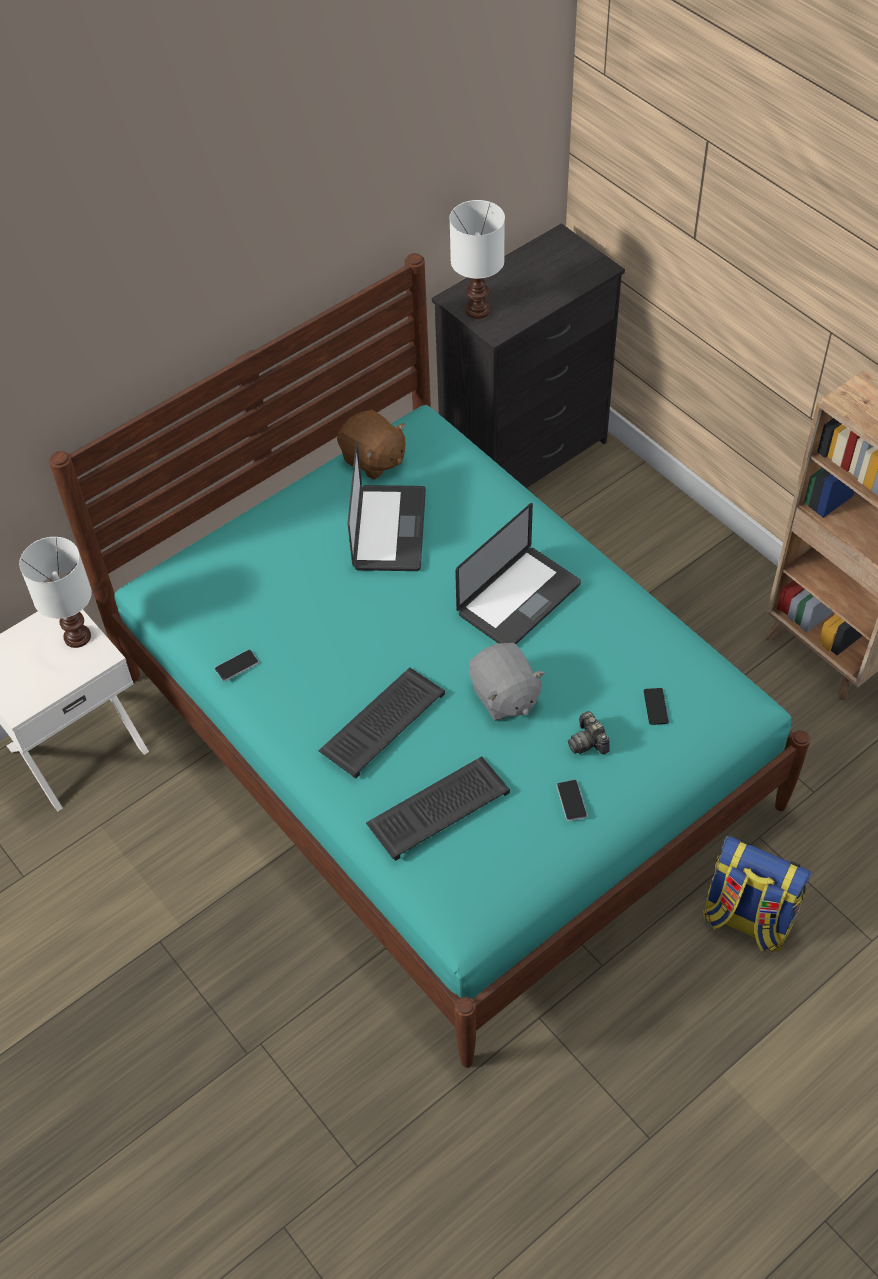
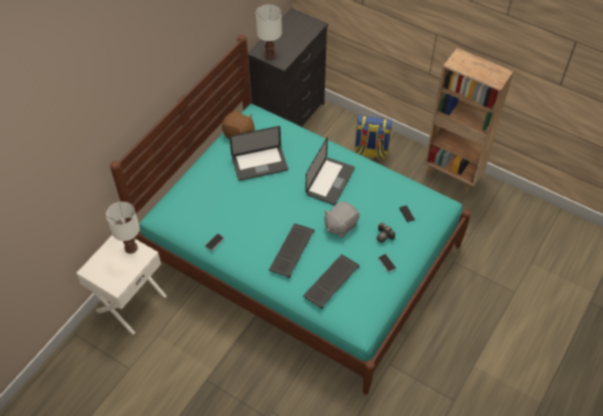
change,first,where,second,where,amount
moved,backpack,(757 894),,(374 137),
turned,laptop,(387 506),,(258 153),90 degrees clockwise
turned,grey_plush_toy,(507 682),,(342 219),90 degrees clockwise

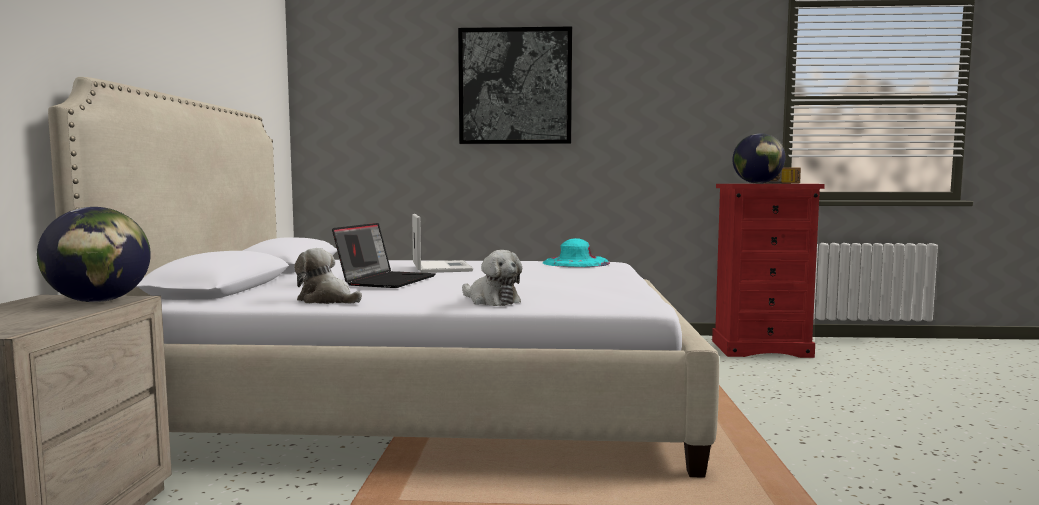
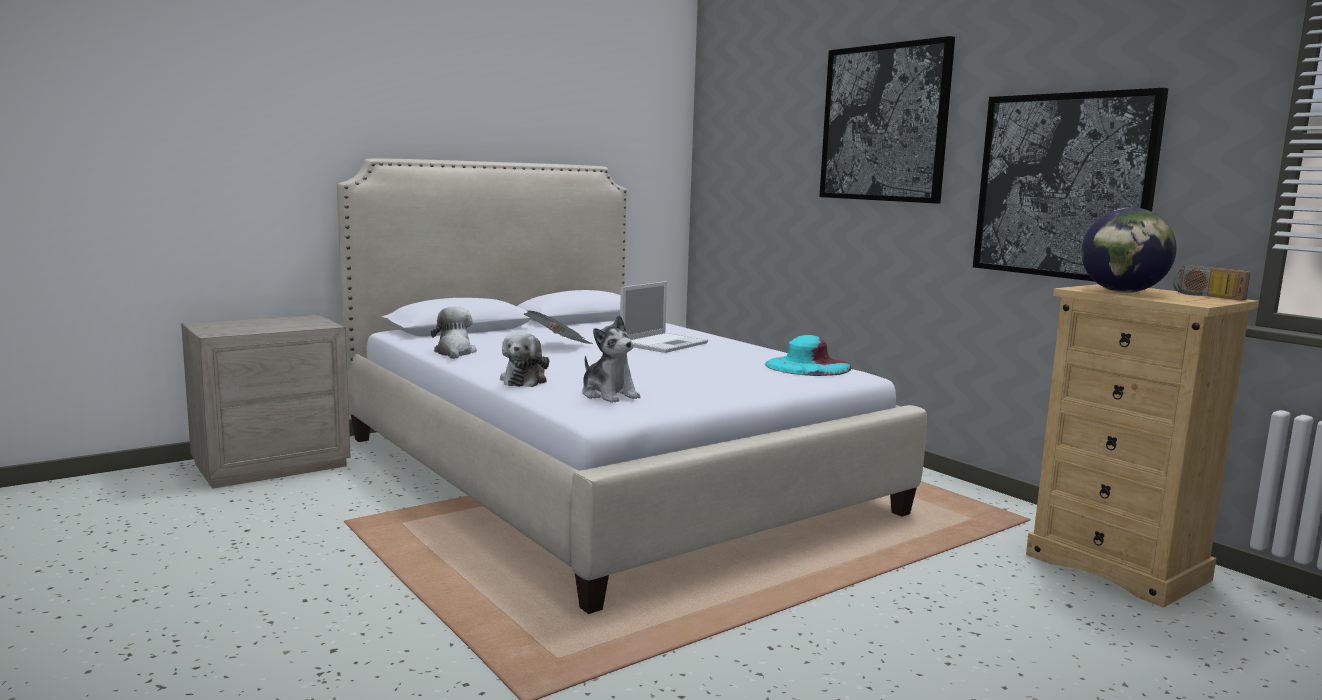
change,first,where,second,where,amount
removed,globe,(94 254),,,
added,,,plush_toy,(611 359),
added,,,picture,(1070 184),
replaced,laptop,(383 255),newspaper,(558 327),
recoloured,red_dresser,(768 271),beige_dresser,(1142 446),

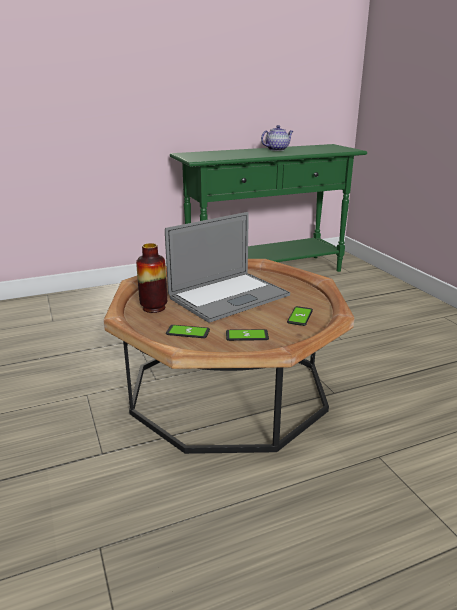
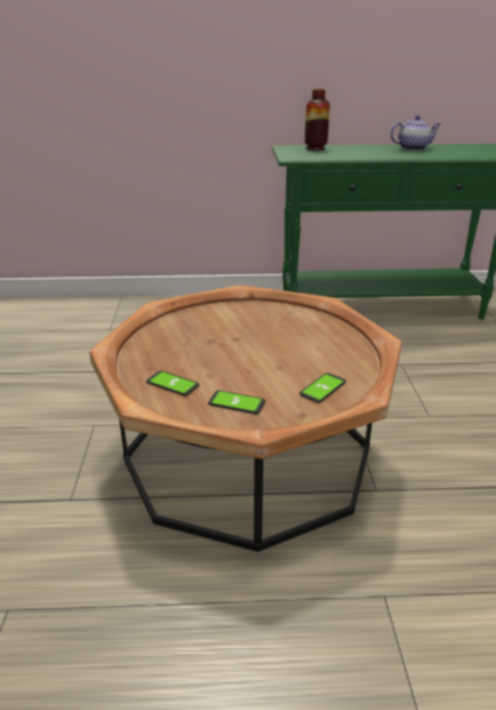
change,first,where,second,where,amount
removed,laptop,(227 267),,,
moved,vase,(151 278),,(317 119),

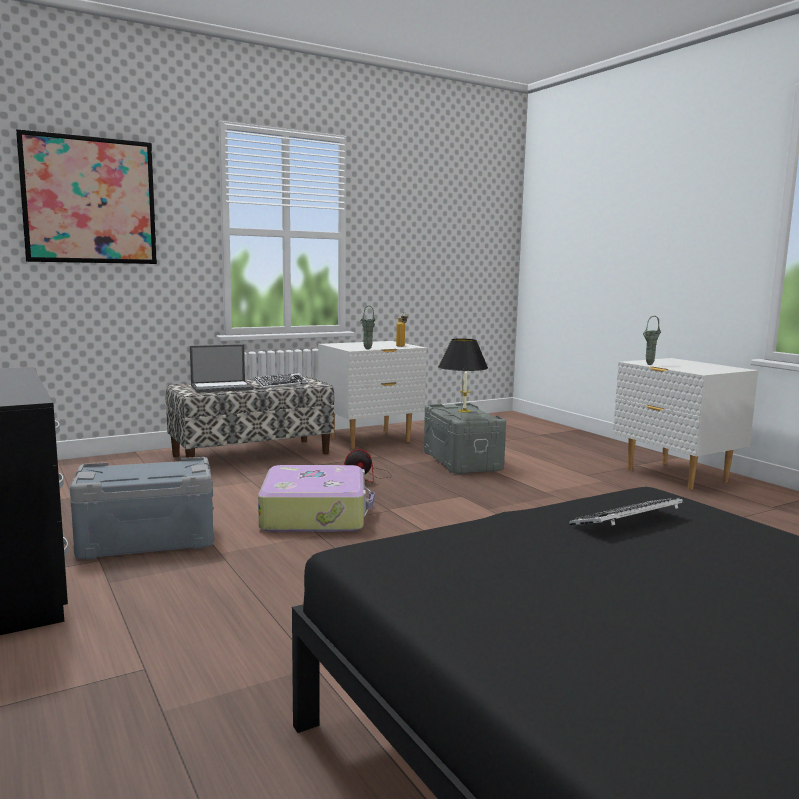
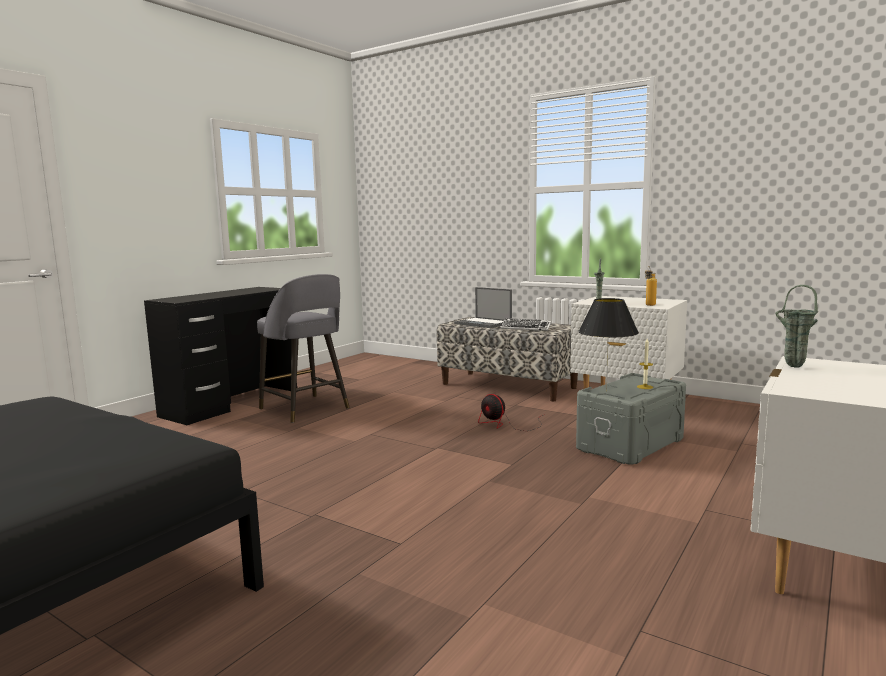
change,first,where,second,where,amount
removed,picture,(86 196),,,
removed,suitcase,(316 498),,,
removed,keyboard,(626 511),,,
replaced,grey_storage_box,(142 508),grey_stool,(303 348),

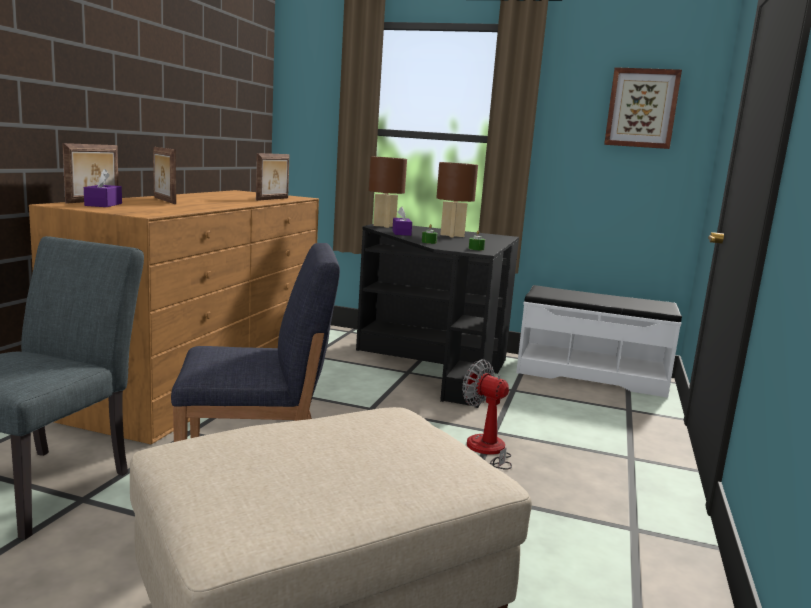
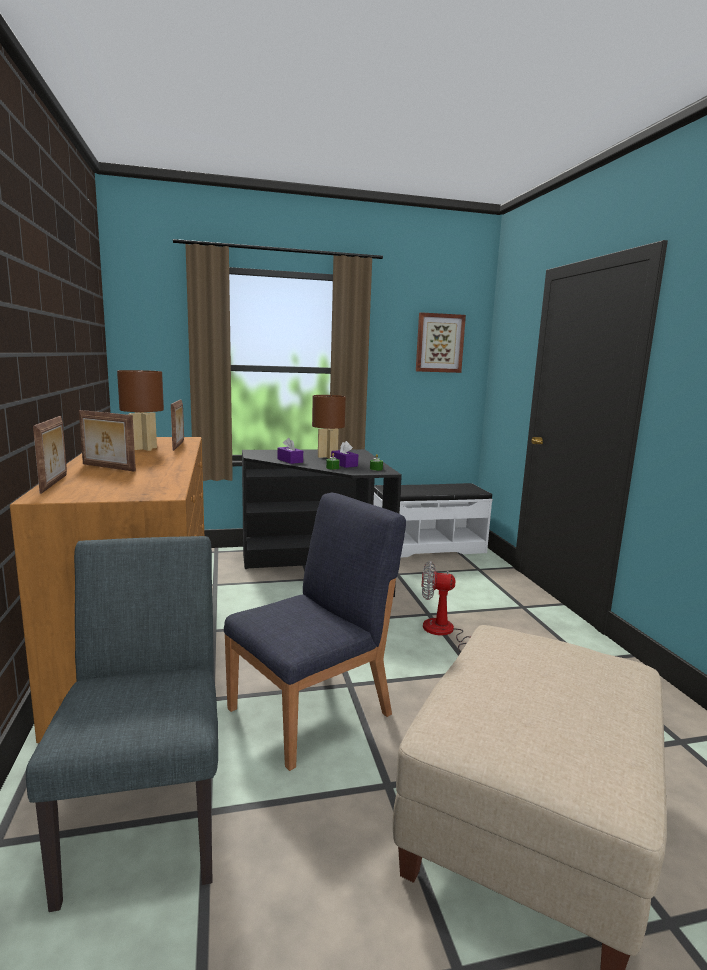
change,first,where,second,where,amount
moved,purple_tissue_box,(103 188),,(344 454),
moved,brown_table_lamp,(388 192),,(140 410),

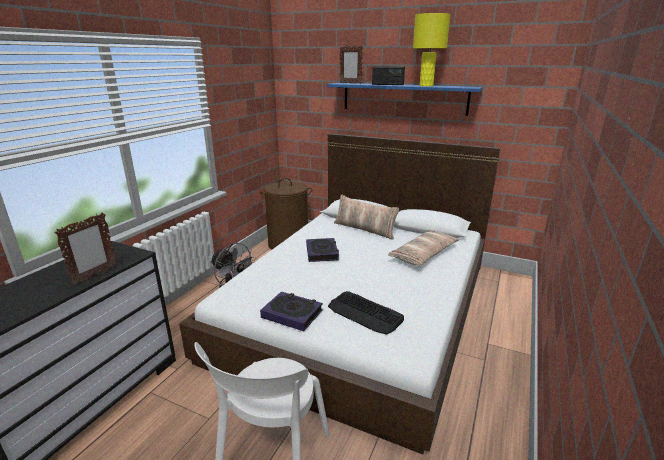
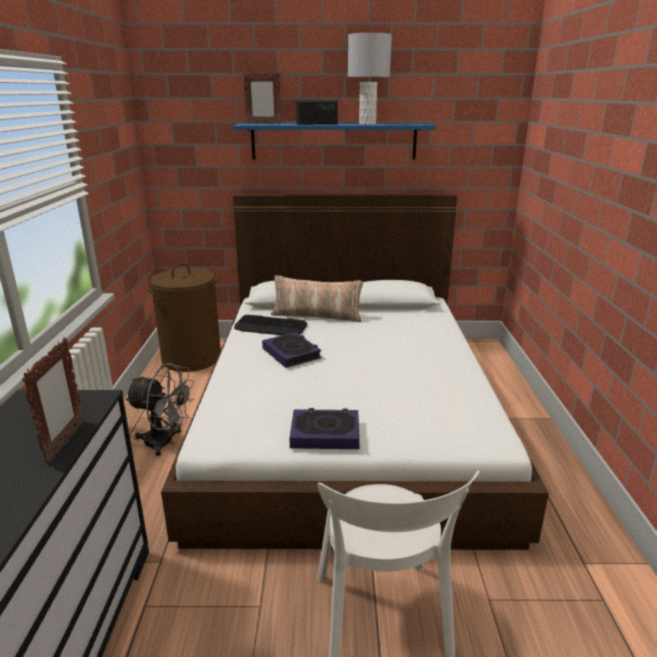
change,first,where,second,where,amount
removed,pillow,(423 248),,,
moved,keyboard,(366 313),,(270 325),
recoloured,yellow_table_lamp,(432 49),grey_table_lamp,(370 79),

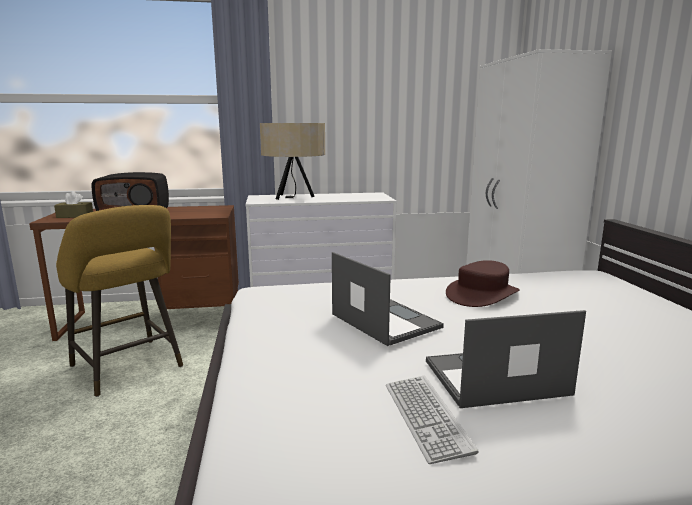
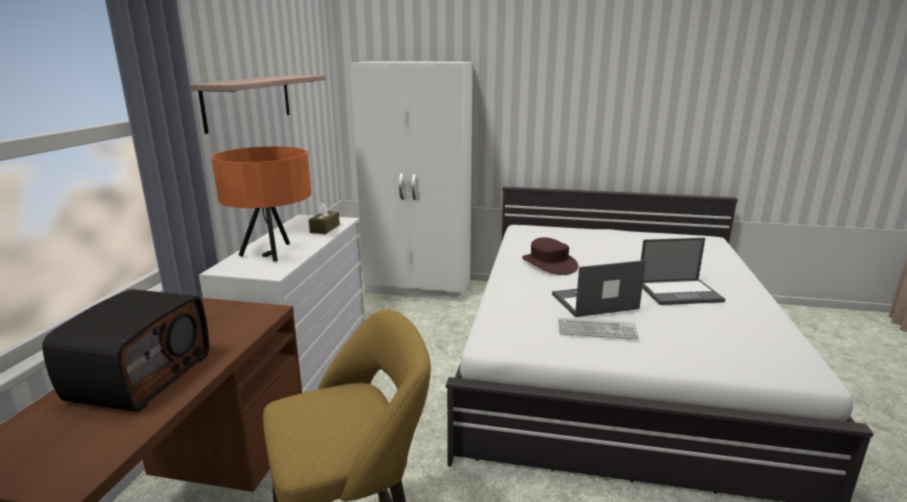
change,first,where,second,where,amount
added,,,shelf,(258 104),
moved,brown_tissue_box,(73 204),,(324 218),
moved,keyboard,(432 420),,(598 328),
recoloured,beige_table_lamp,(292 161),orange_table_lamp,(261 204),
turned,laptop,(506 359),,(683 271),105 degrees counterclockwise

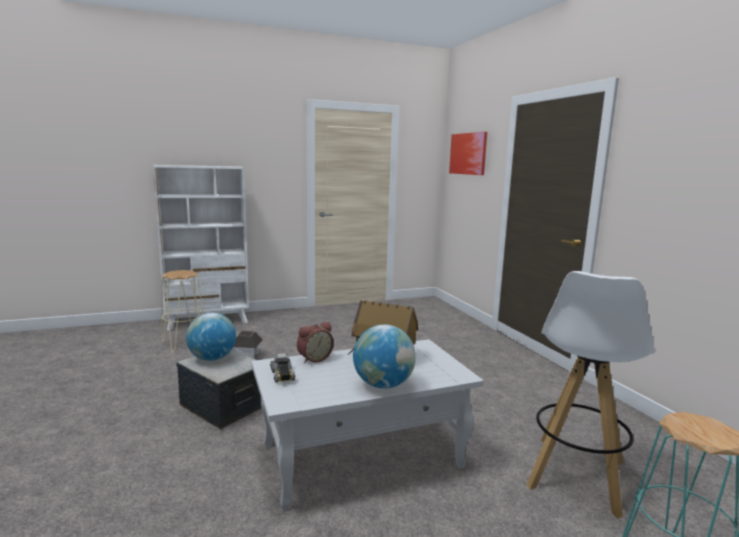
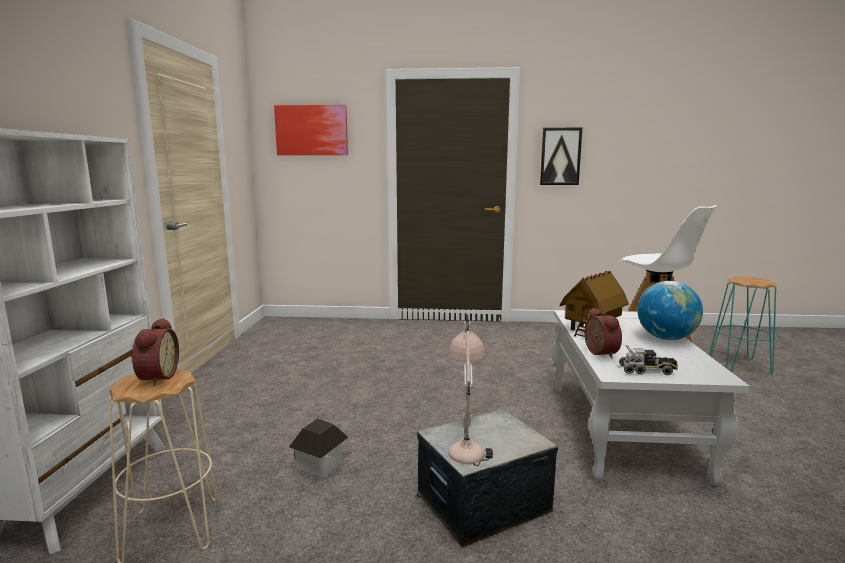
change,first,where,second,where,amount
added,,,alarm_clock,(155 352),
added,,,picture,(561 156),
replaced,globe,(211 337),beige_table_lamp,(470 390),

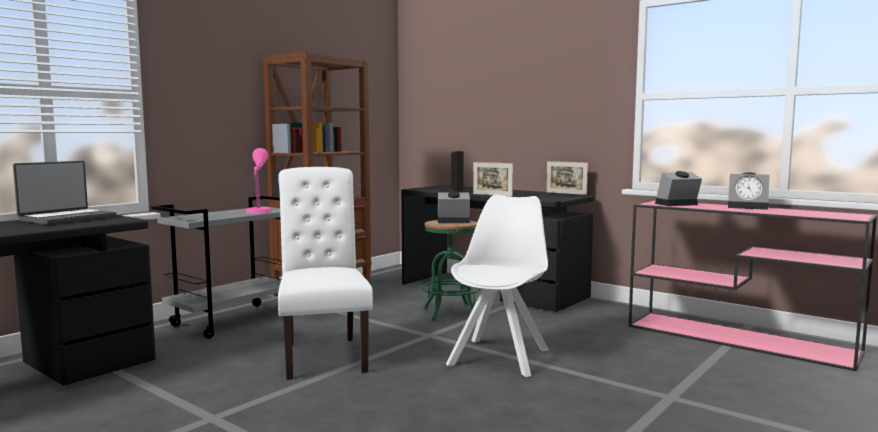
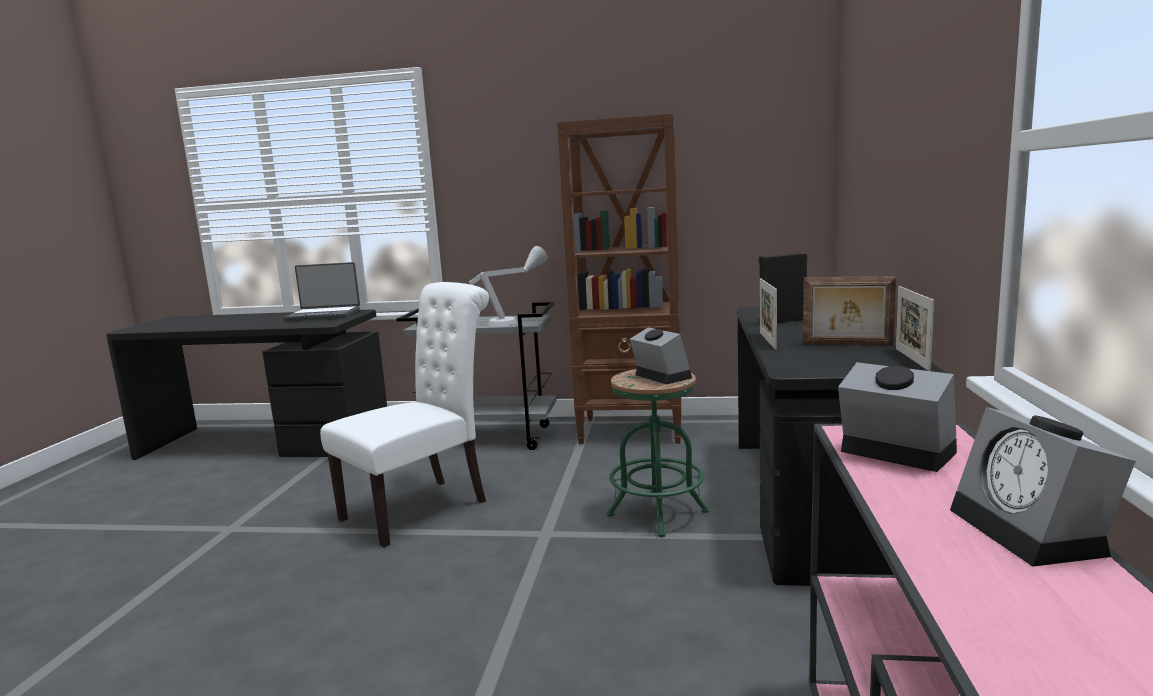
change,first,where,second,where,amount
removed,white_chair,(497 286),,,
added,,,picture_frame,(849 311),
recoloured,pink_table_lamp,(258 181),grey_table_lamp,(508 286),

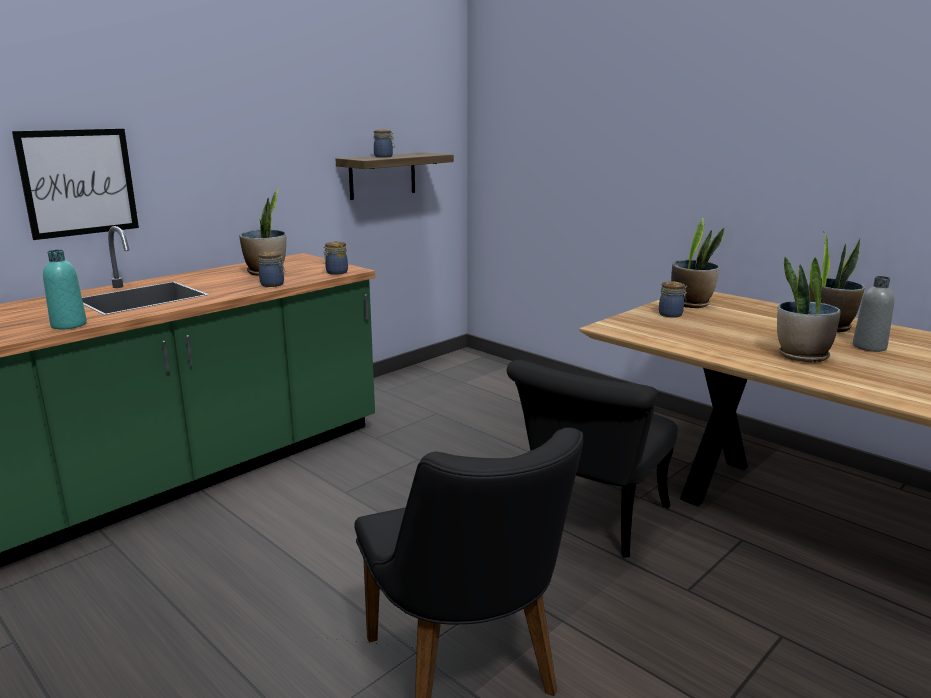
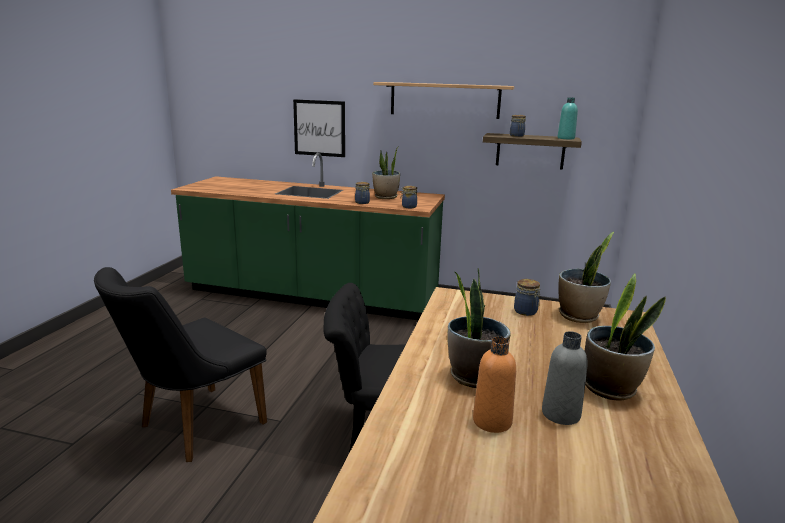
change,first,where,second,where,amount
added,,,shelf,(443 100),
added,,,orange_bottle,(494 385),
moved,turquoise_bottle,(65 290),,(567 118),

